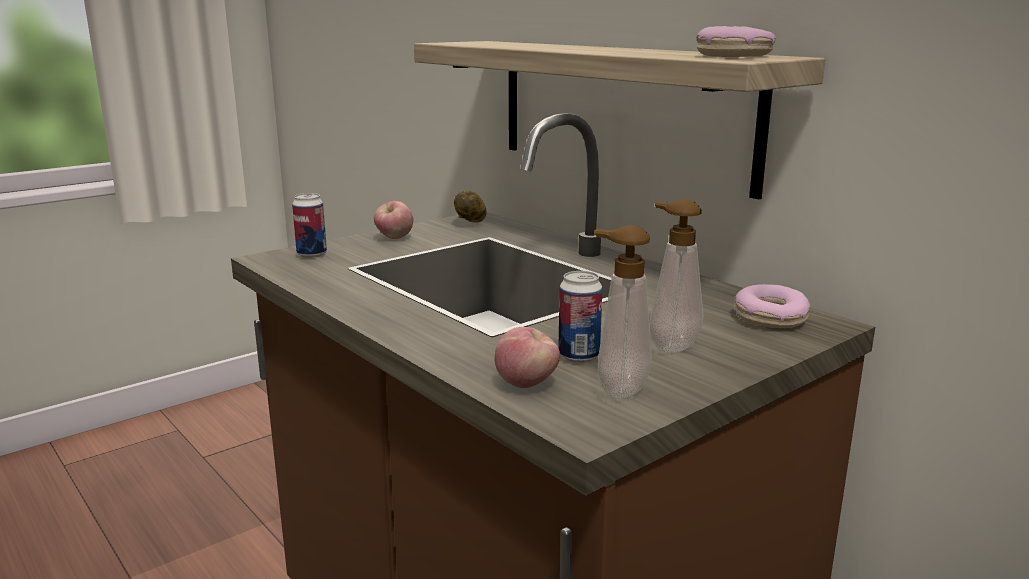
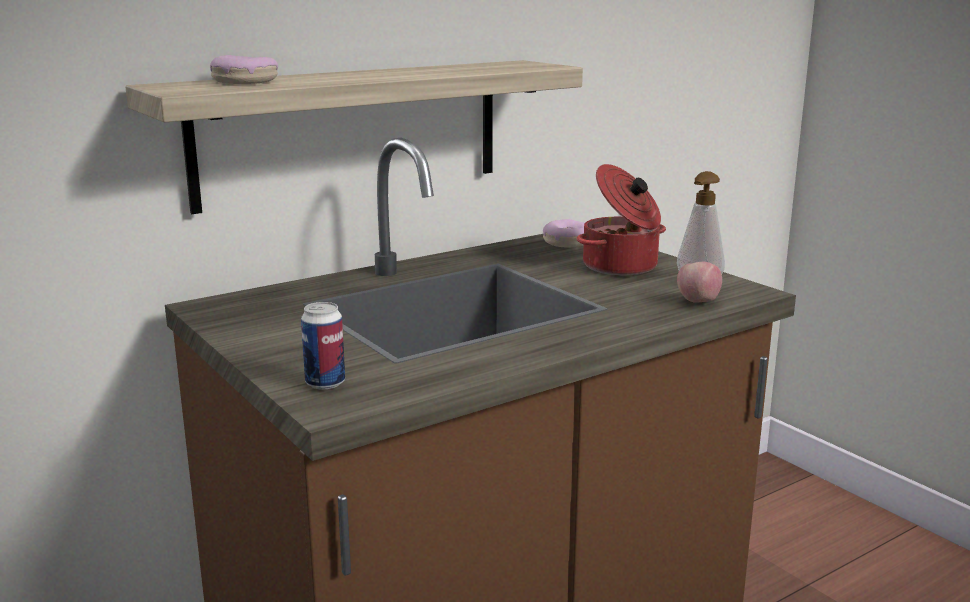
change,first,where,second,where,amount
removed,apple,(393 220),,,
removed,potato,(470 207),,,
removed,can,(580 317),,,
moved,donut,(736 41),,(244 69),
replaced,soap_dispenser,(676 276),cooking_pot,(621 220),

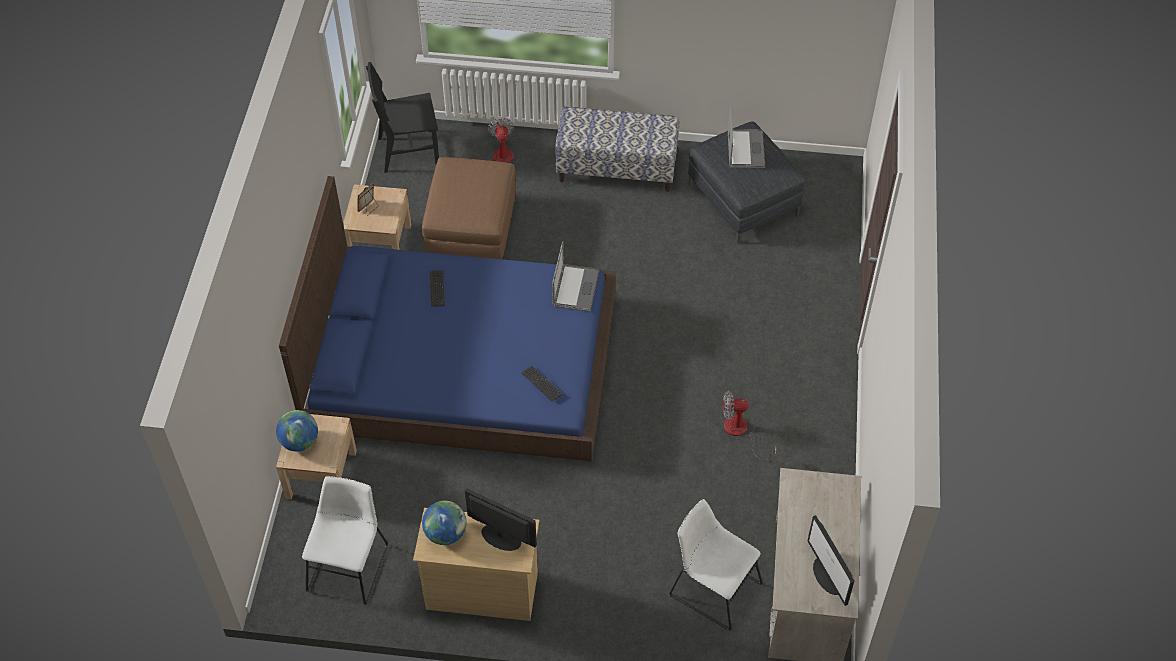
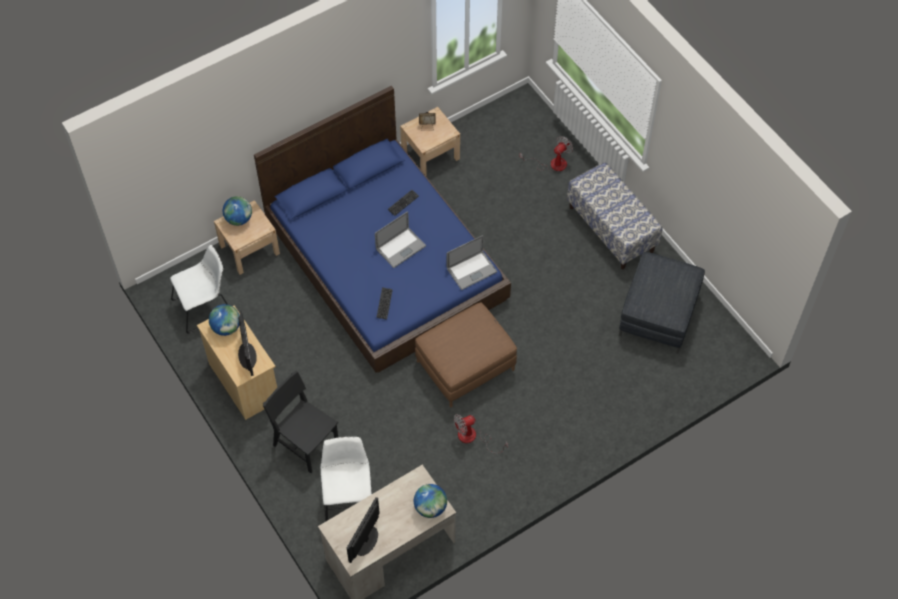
change,first,where,second,where,amount
added,,,globe,(430 501),
moved,black_chair,(402 117),,(300 422),
moved,brown_ottoman,(469 208),,(466 354),
moved,laptop,(746 137),,(400 239),
turned,fan,(750 425),,(481 433),75 degrees counterclockwise

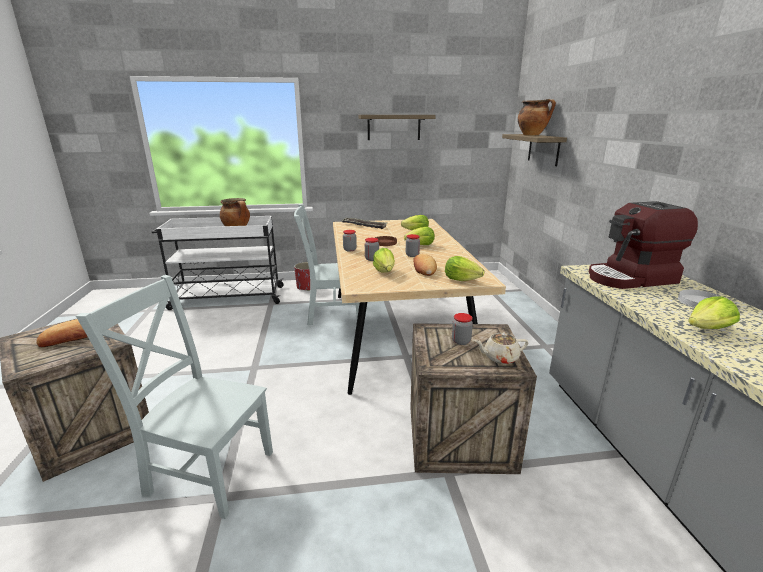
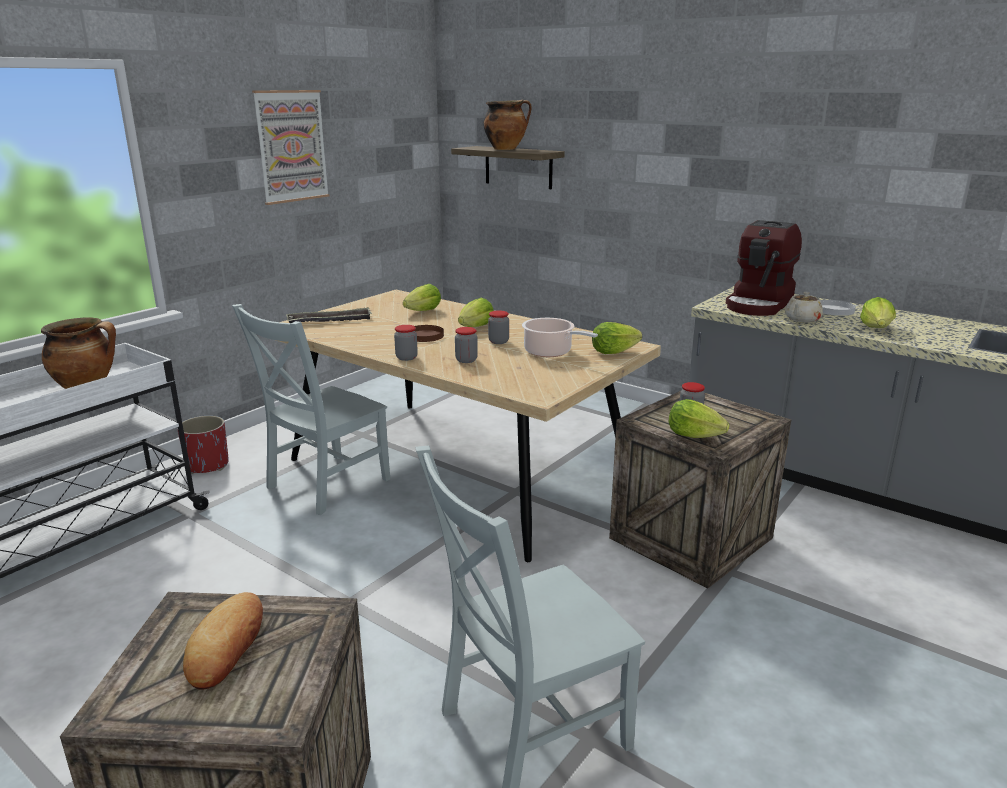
change,first,where,second,where,amount
moved,lettuce,(384 260),,(698 418),
moved,beige_teapot,(501 348),,(804 307),
replaced,shelf,(397 127),picture,(290 147),
replaced,bread,(425 265),cooking_pot,(560 337),

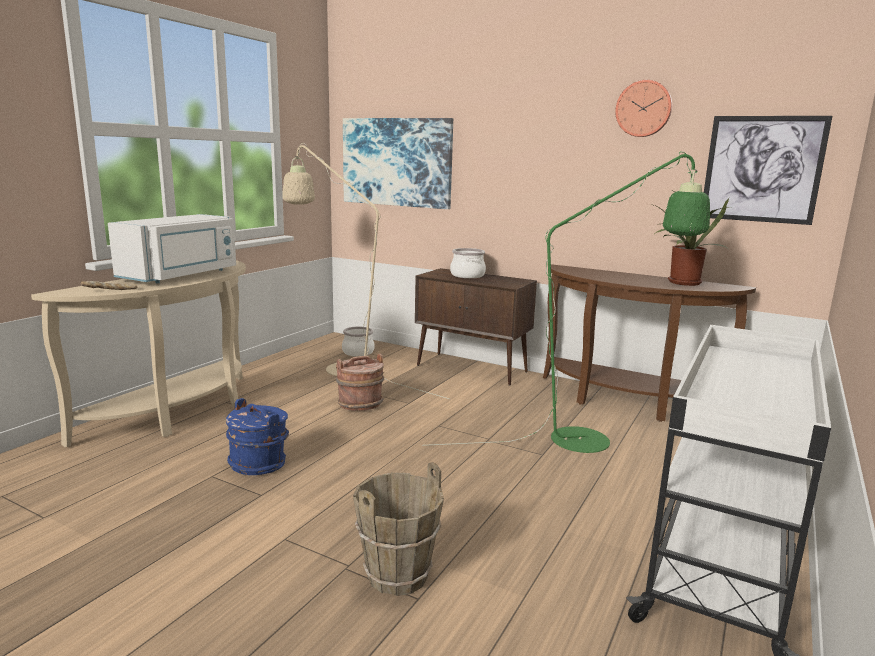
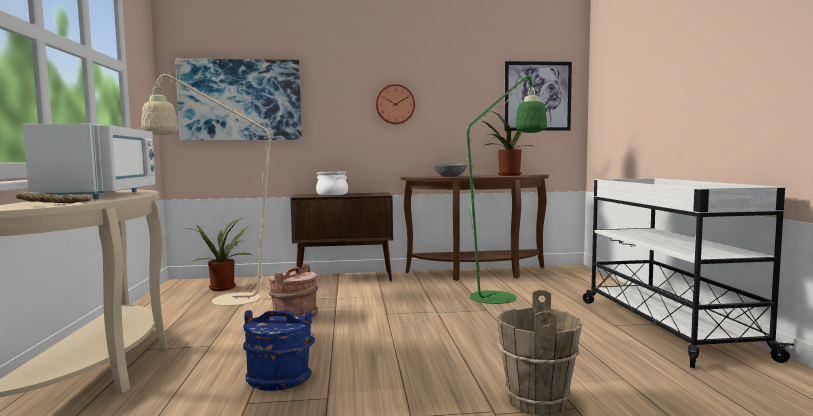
change,first,where,second,where,amount
added,,,grey_bowl,(450 170),
moved,wall_clock,(643 108),,(395 104),
replaced,cooking_pot,(358 341),potted_plant,(218 254),

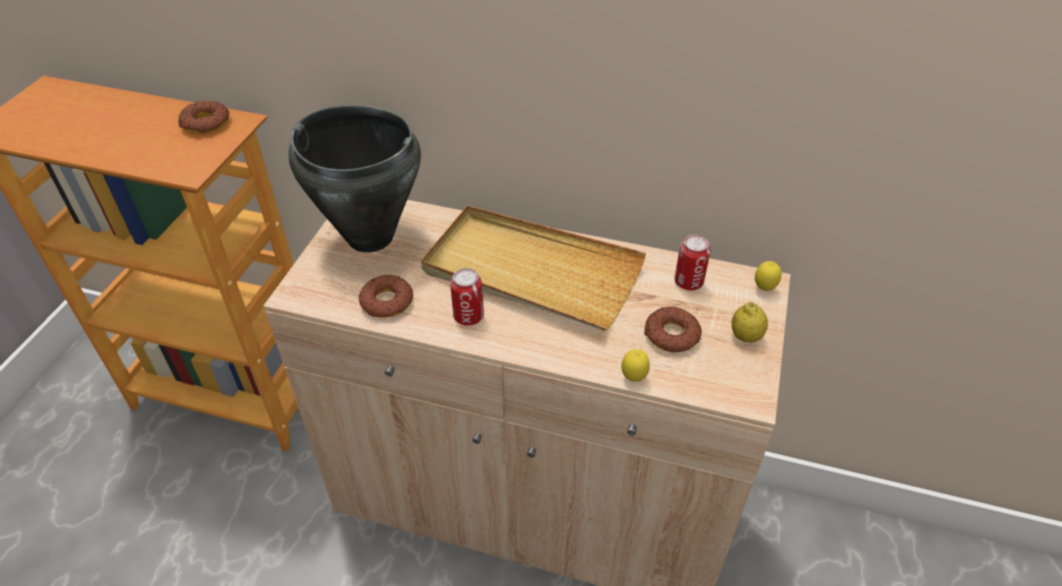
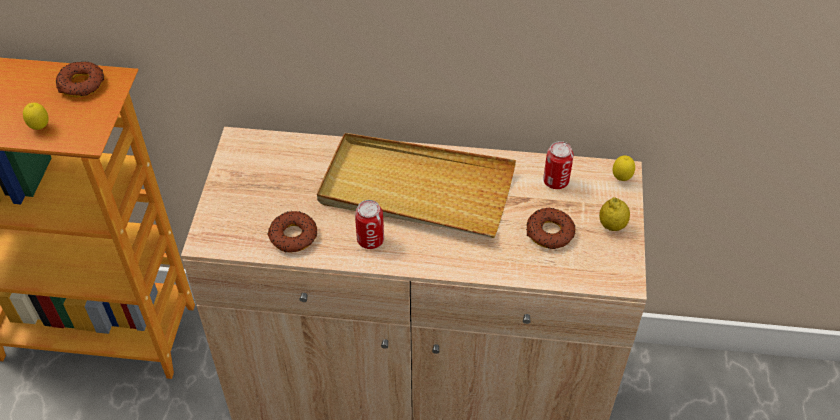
change,first,where,second,where,amount
removed,black_cooking_pot,(354 179),,,
moved,lemon,(636 365),,(36 116),

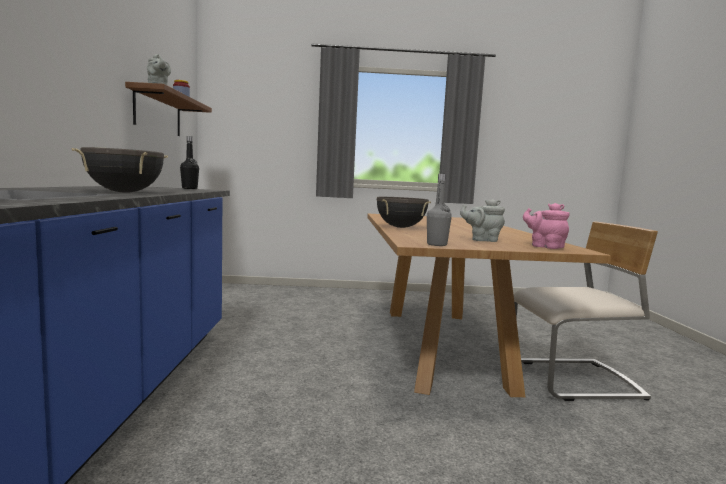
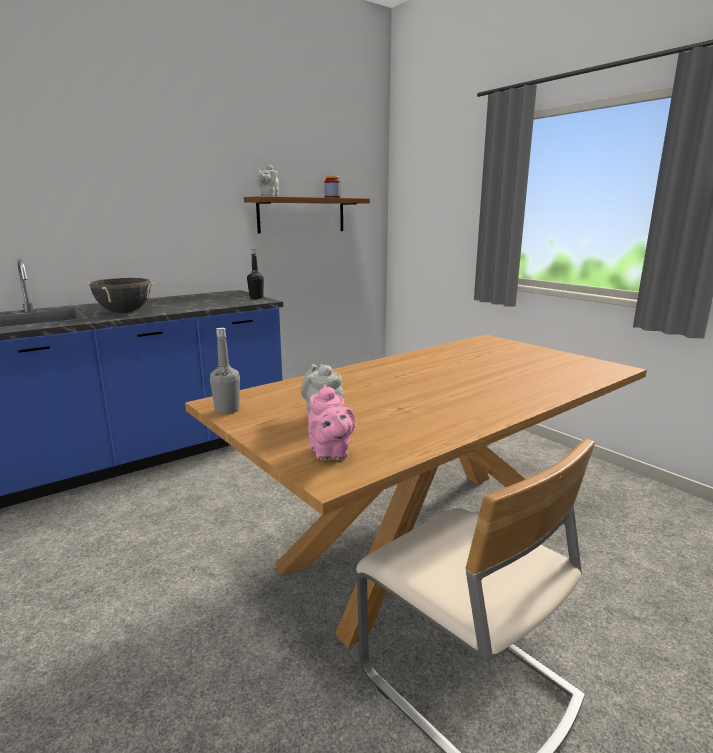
change,first,where,second,where,amount
removed,black_cooking_pot,(403 212),,,
turned,pink_teapot,(546 226),,(332 422),150 degrees clockwise

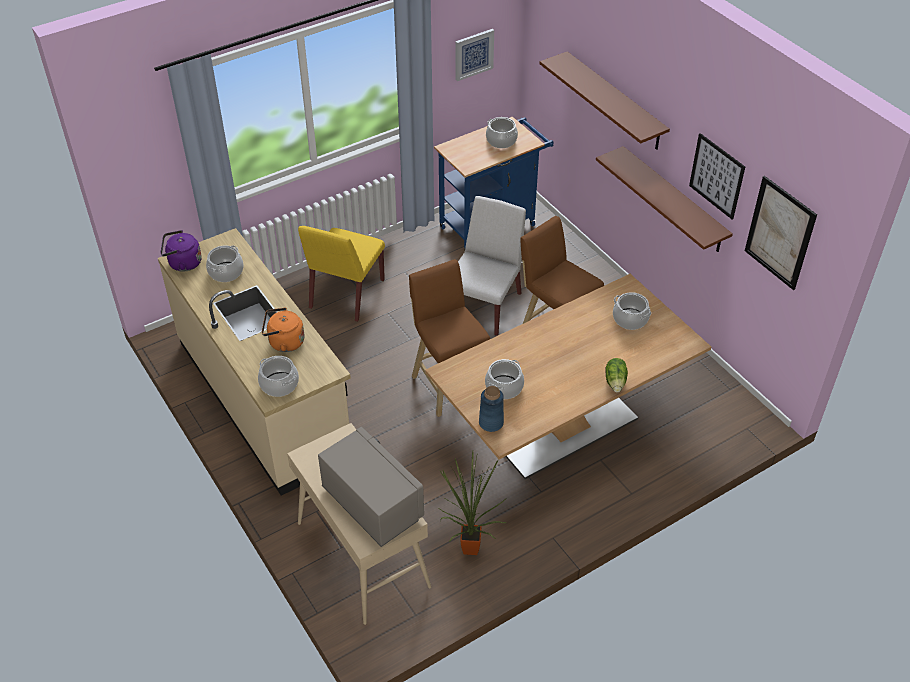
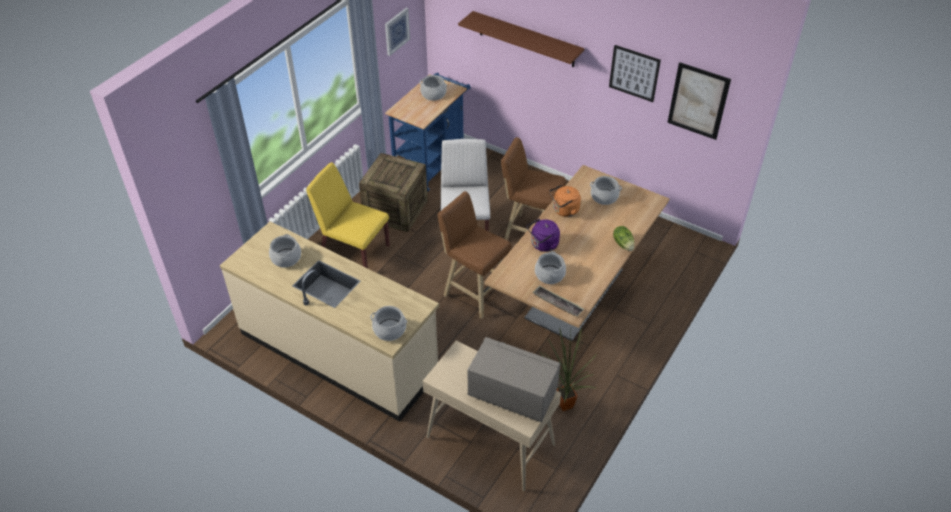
change,first,where,second,where,amount
removed,brown_shelf,(664 199),,,
added,,,crate,(393 192),
moved,purple_kettle,(181 251),,(543 235),
moved,orange_kettle,(283 330),,(565 201),
replaced,blue_vase,(491 409),tray,(558 300),
turned,yellow_chair,(341 274),,(348 215),120 degrees clockwise

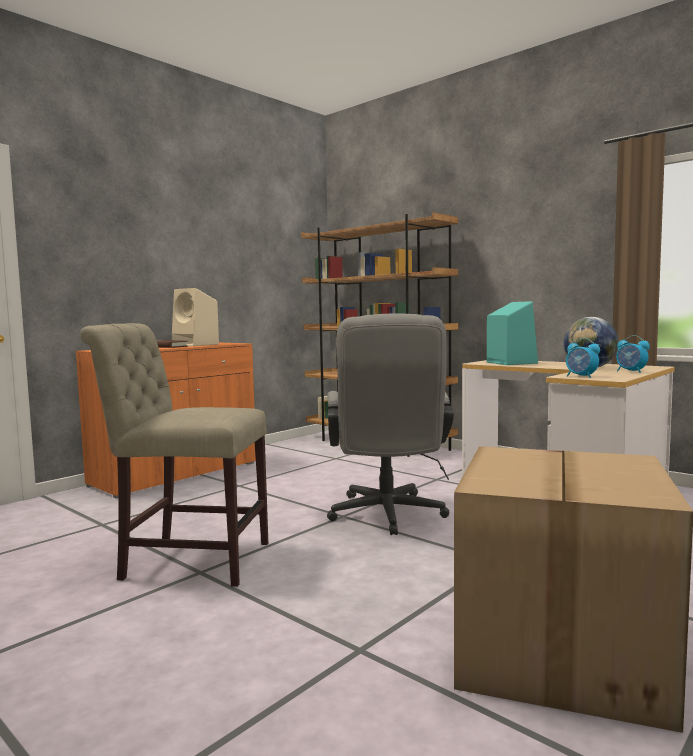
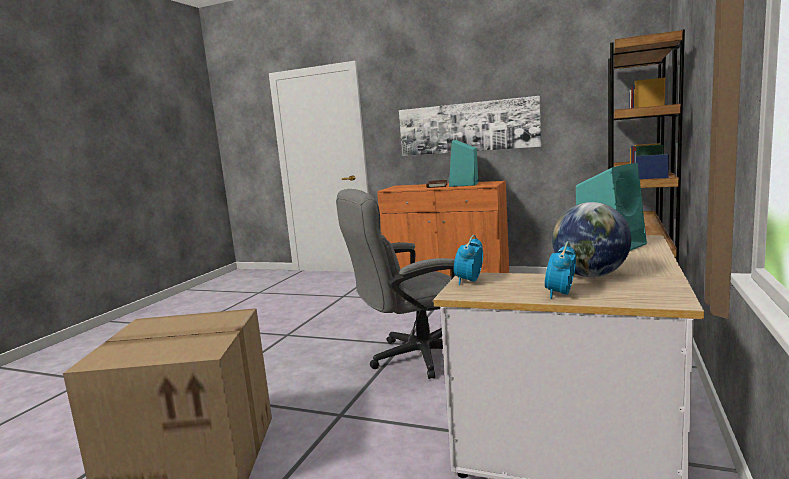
change,first,where,second,where,amount
removed,beige_chair,(174 455),,,
added,,,picture,(470 126),
recoloured,beige_speaker,(195 317),turquoise_speaker,(463 163),

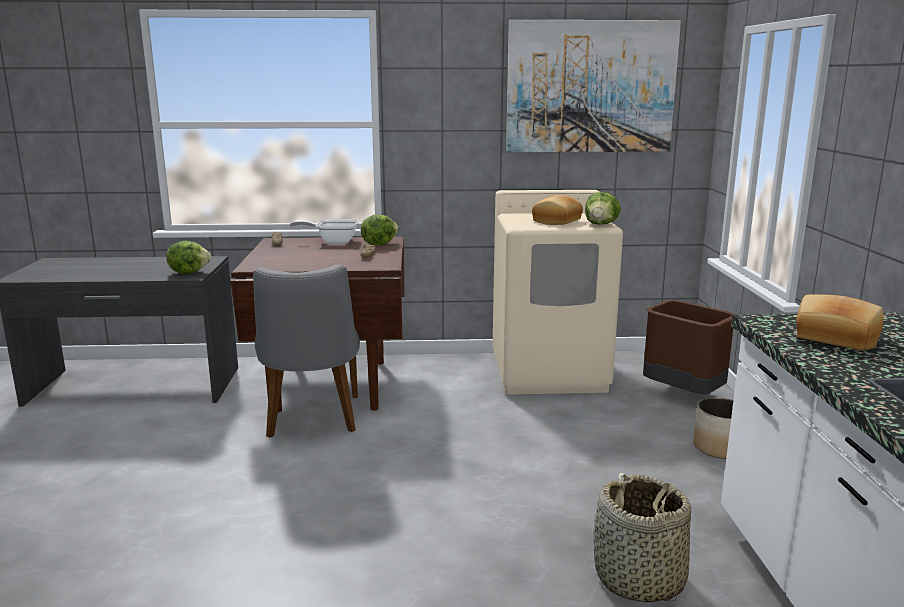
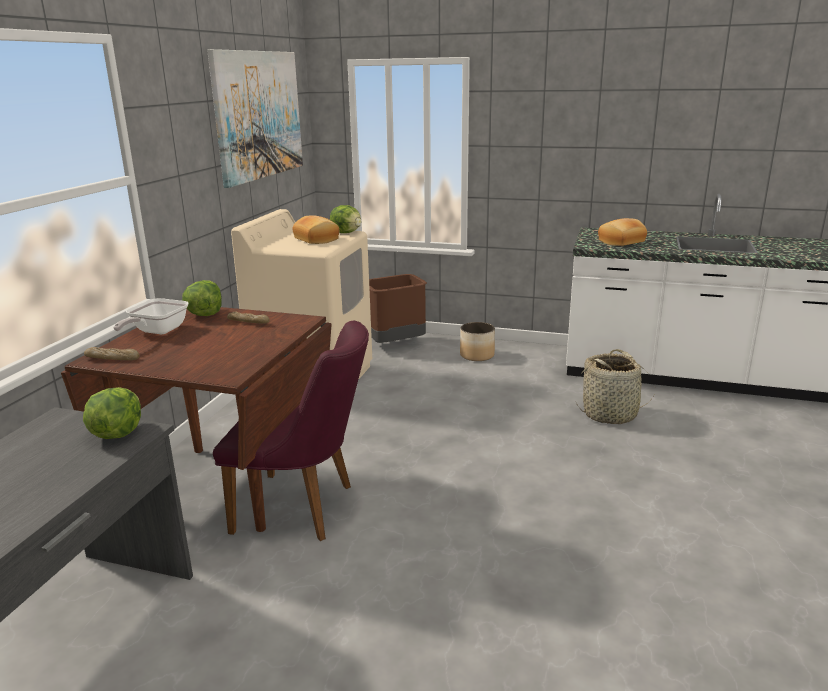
change,first,where,second,where,amount
recoloured,grey_chair,(306 351),purple_chair,(291 430),

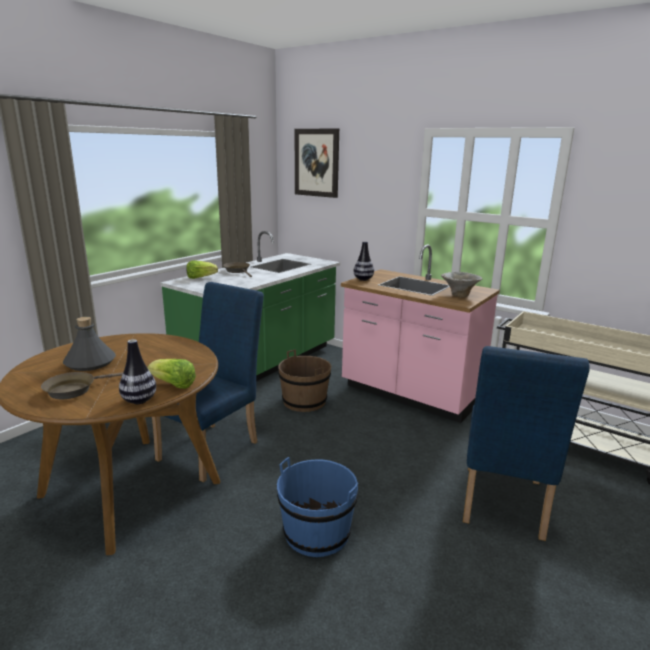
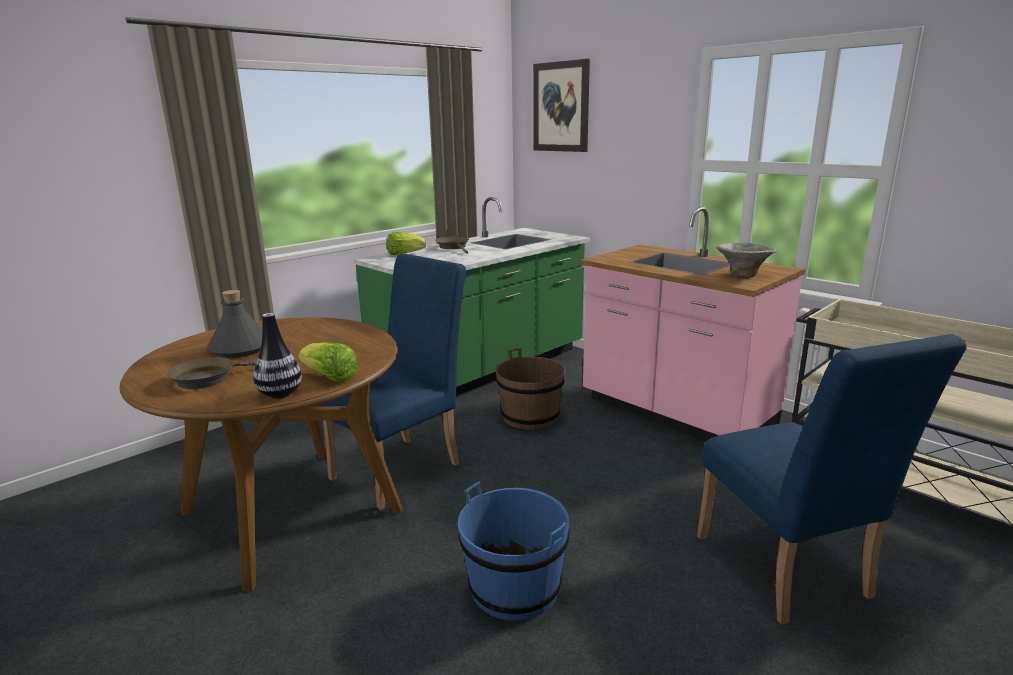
change,first,where,second,where,amount
removed,vase,(364 261),,,
turned,blue_chair,(526 443),,(831 479),45 degrees counterclockwise

